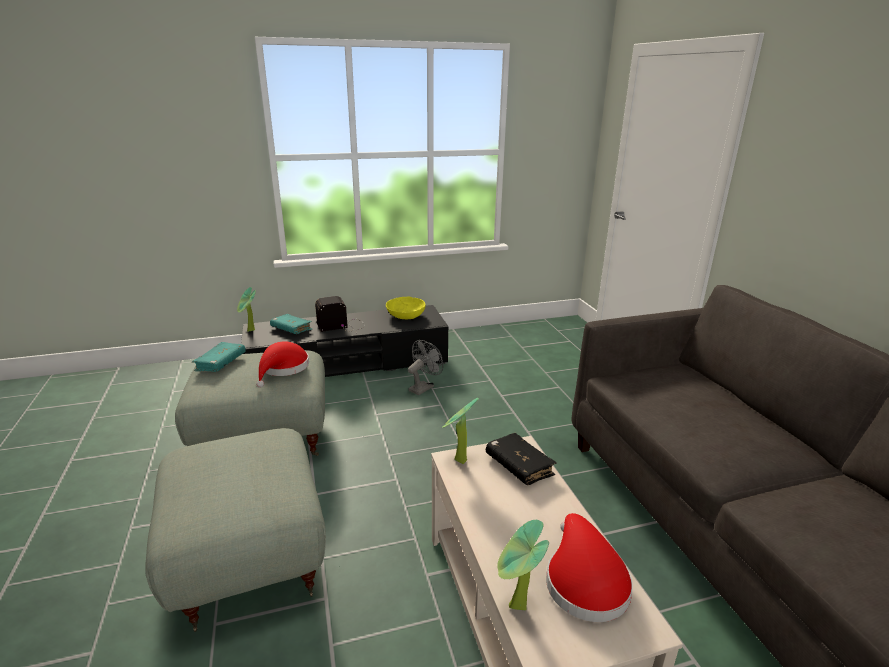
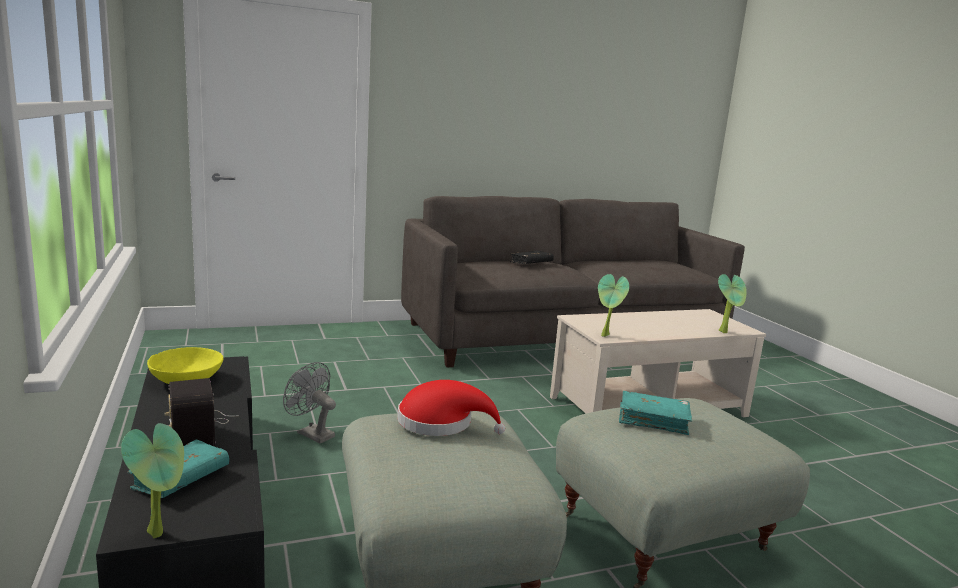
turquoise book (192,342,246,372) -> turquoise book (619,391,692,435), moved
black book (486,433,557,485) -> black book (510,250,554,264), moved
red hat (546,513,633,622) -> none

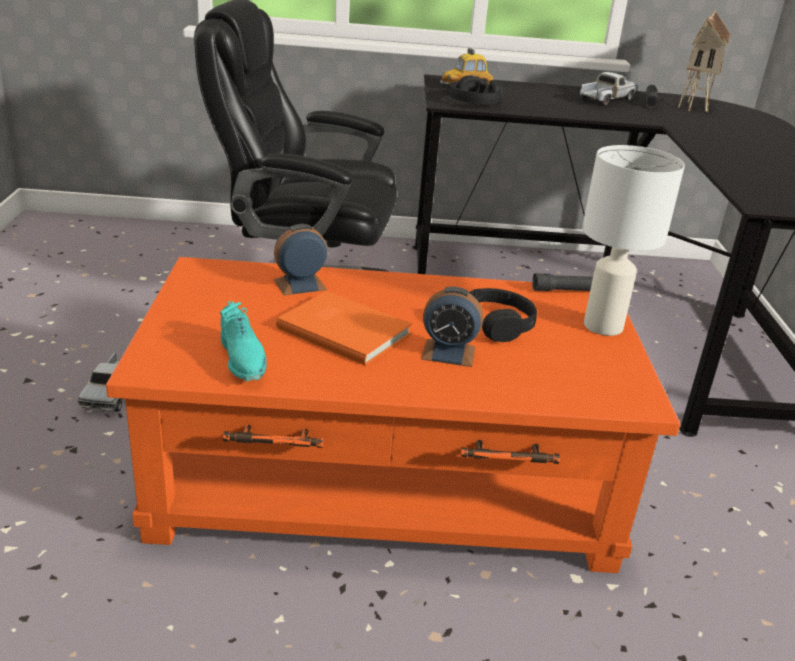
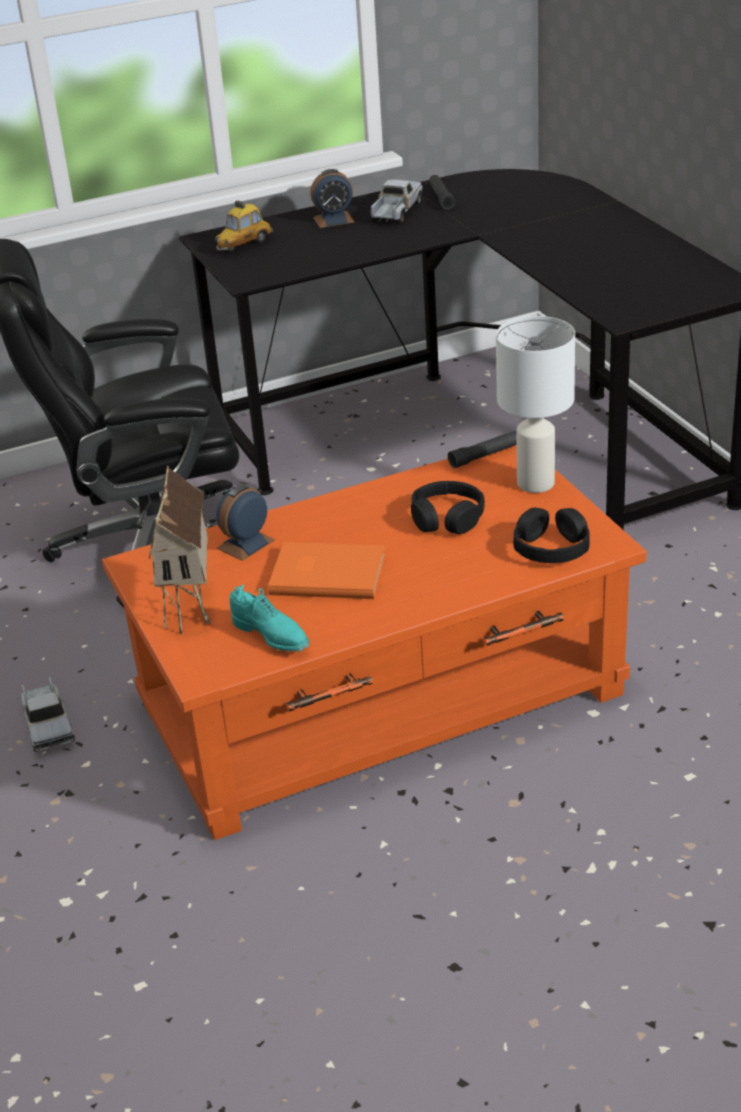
toy house (678,10,731,112) -> toy house (149,465,211,634), moved
black headphones (449,75,503,104) -> black headphones (513,508,590,563), moved
alarm clock (421,287,483,367) -> alarm clock (310,169,355,228), moved

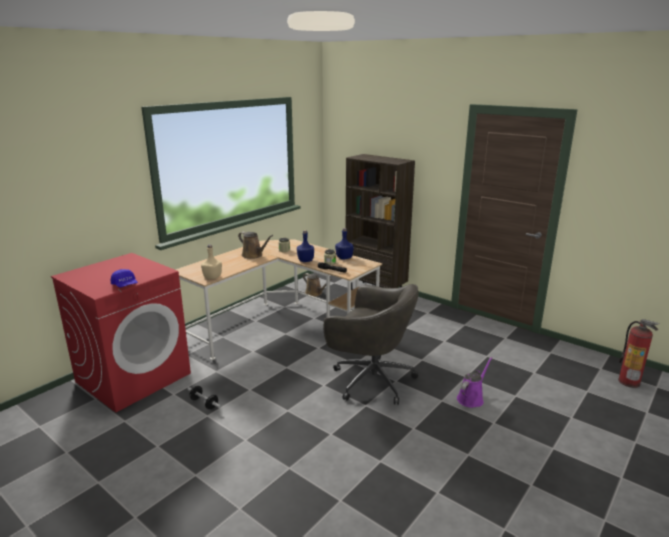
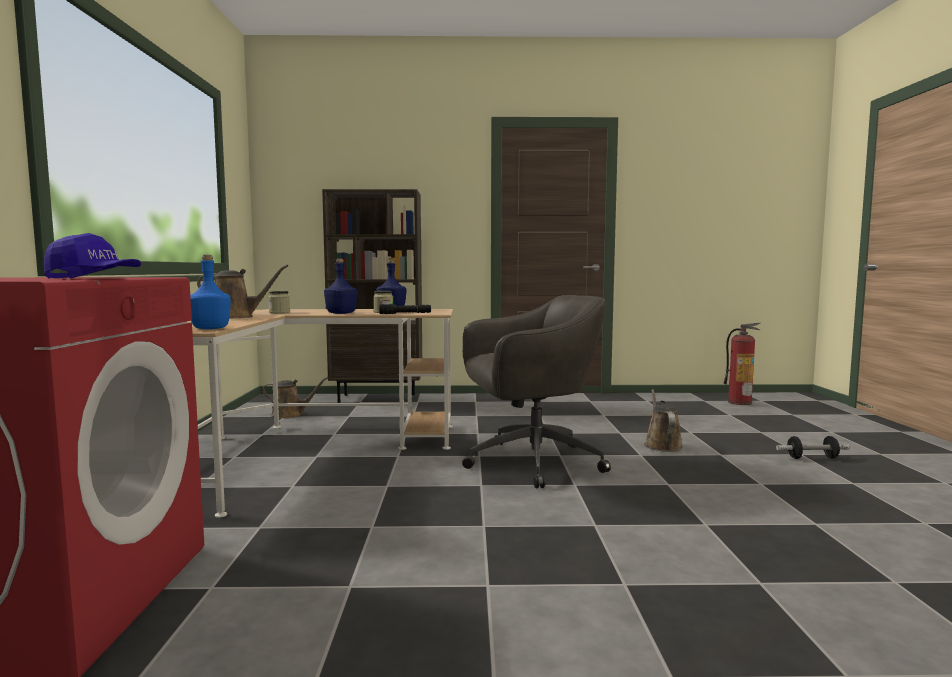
beige bottle (201,245,222,279) -> blue bottle (190,255,231,329)
purple watering can (457,357,492,408) -> brown watering can (644,389,683,452)
dumbbell (187,386,221,409) -> dumbbell (776,436,850,459), moved

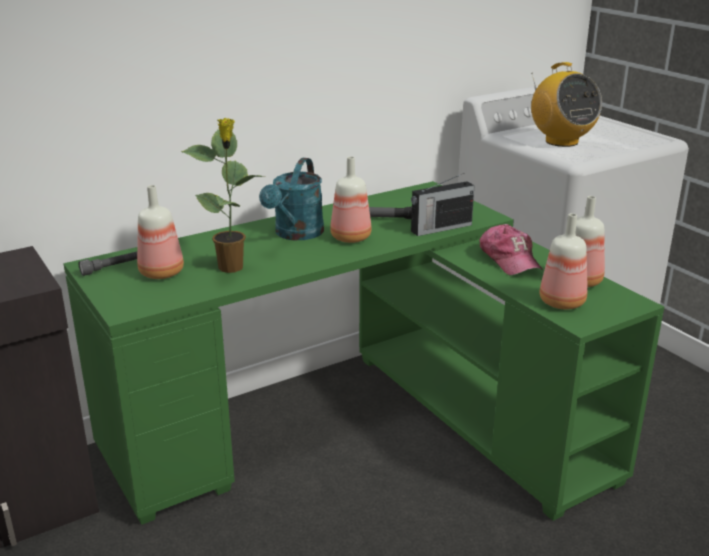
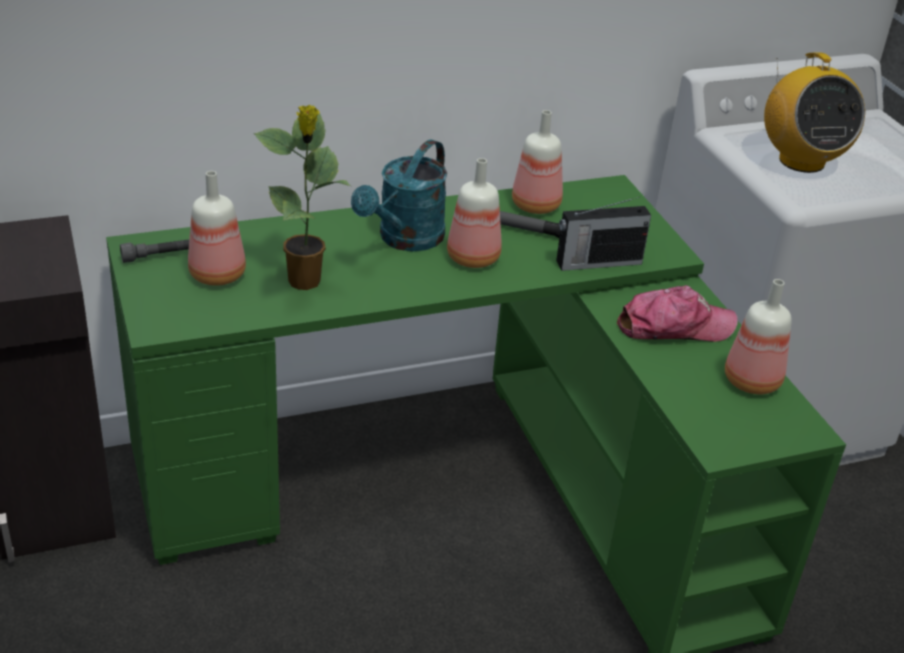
bottle (540,213,588,309) -> bottle (512,110,563,214), moved
cap (479,224,543,275) -> cap (617,285,738,342), 90 degrees counterclockwise

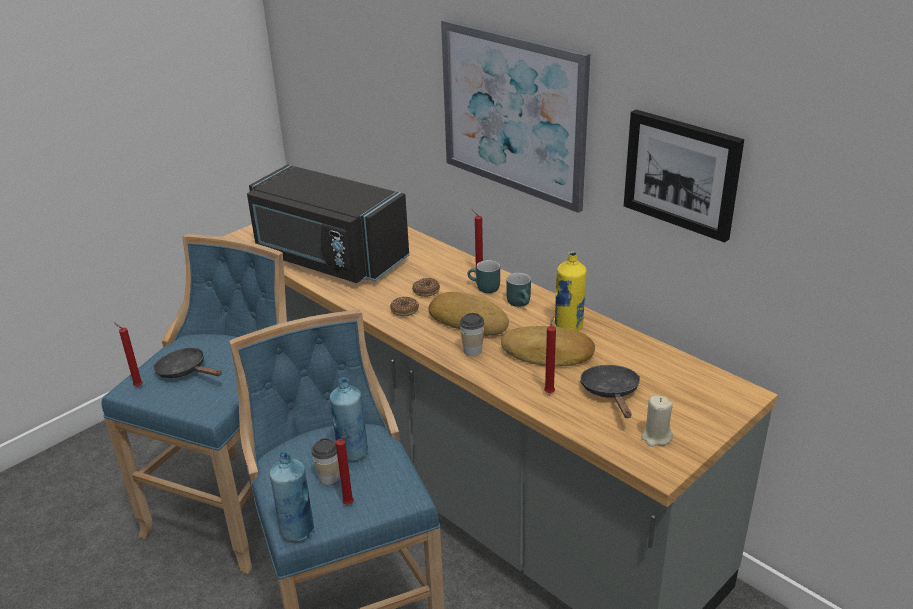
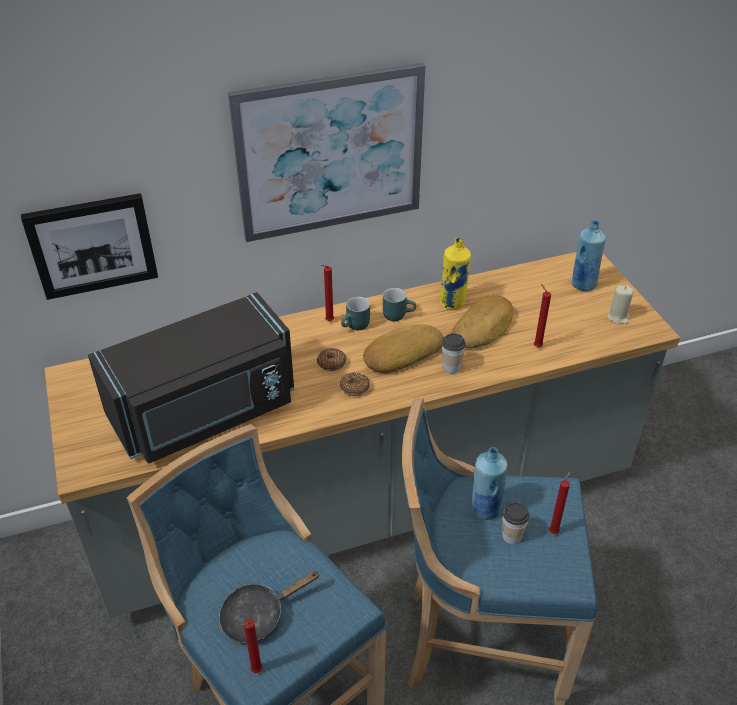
picture (624,110,744,243) -> picture (21,193,158,300), moved
black frying pan (580,365,640,418) -> none
blue bottle (269,450,314,542) -> blue bottle (572,220,606,291), moved

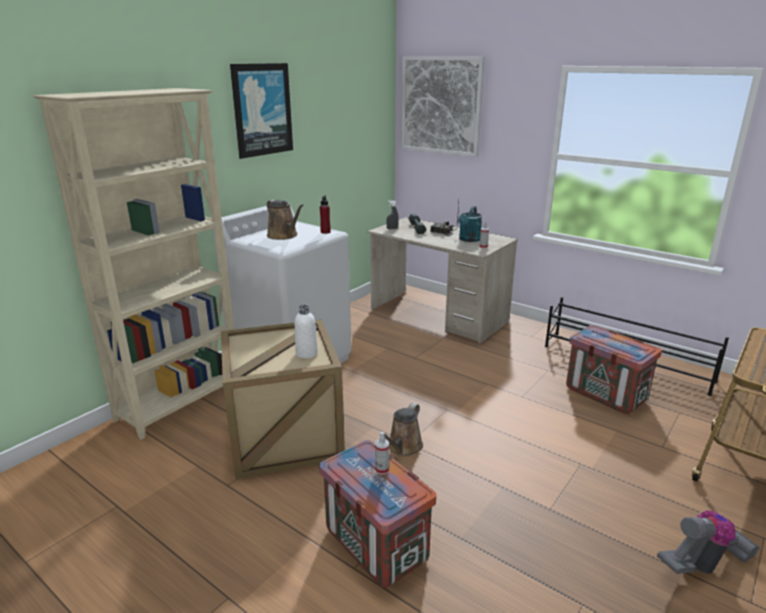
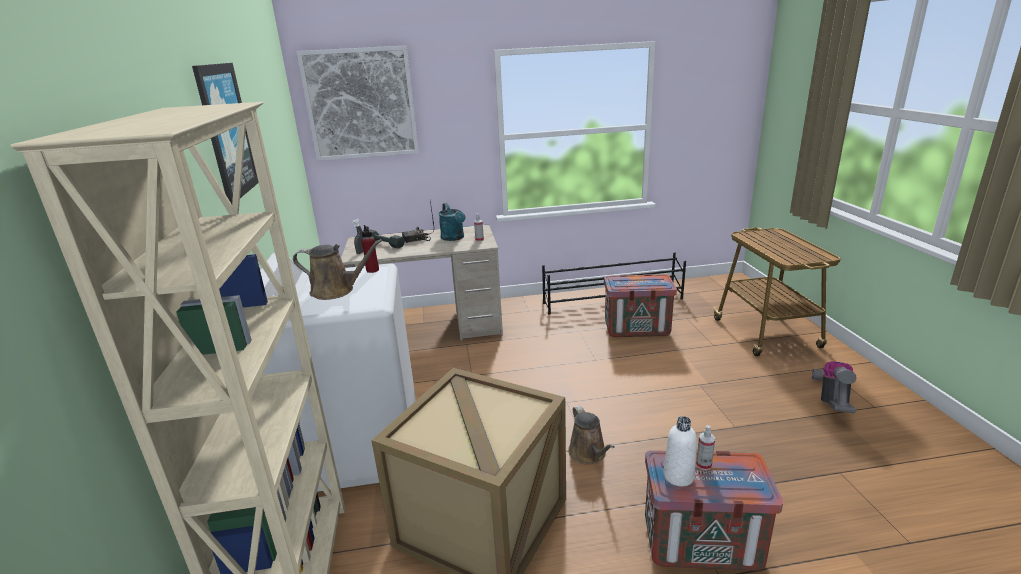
white bottle (295,305,318,359) -> white bottle (663,416,697,487), moved

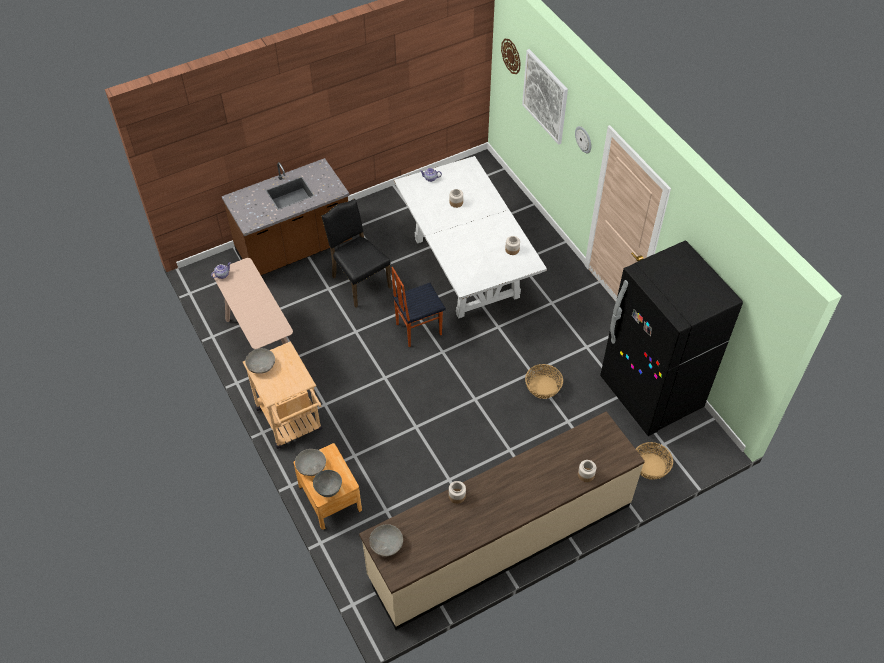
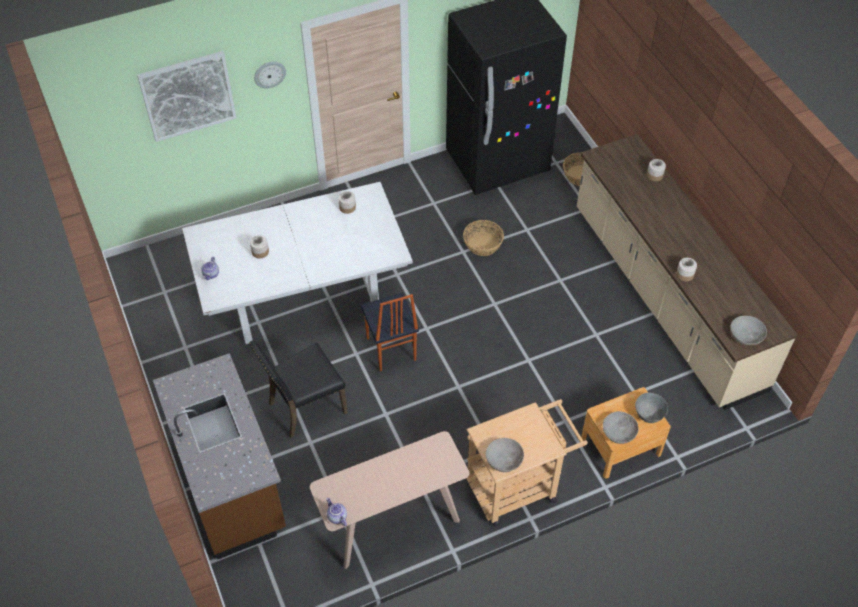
wall clock (501,39,521,74) -> none

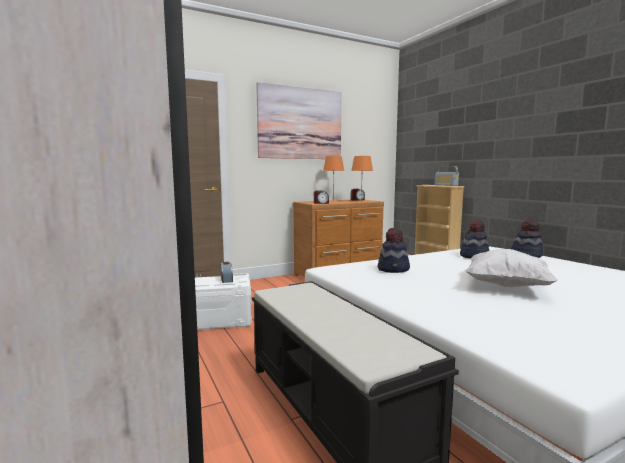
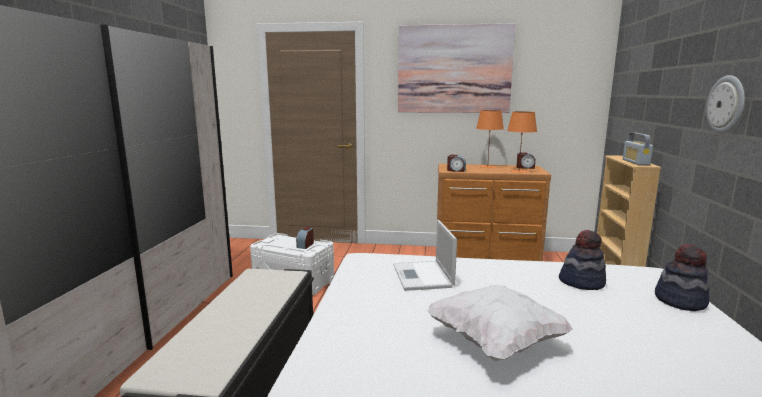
hat (378,227,410,273) -> laptop (393,220,457,291)
none -> wall clock (706,75,745,134)

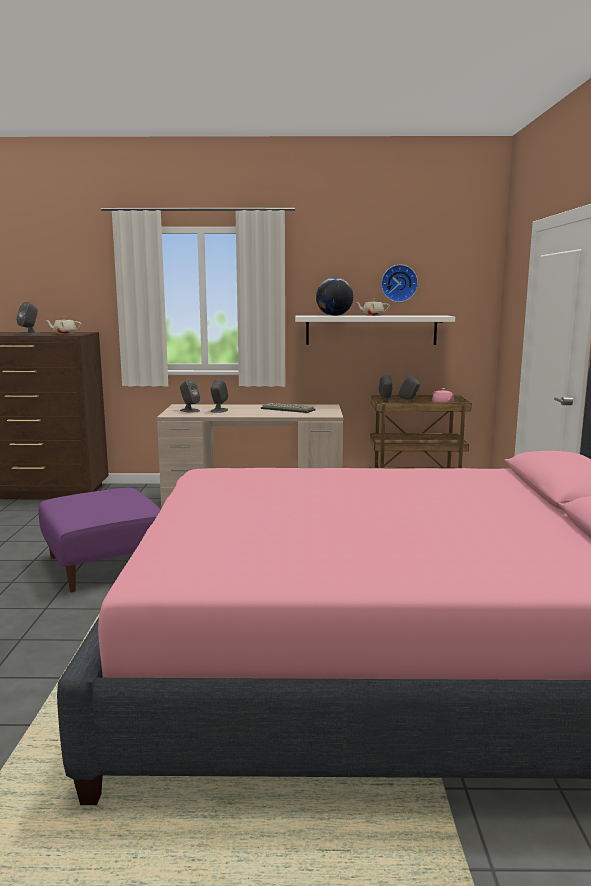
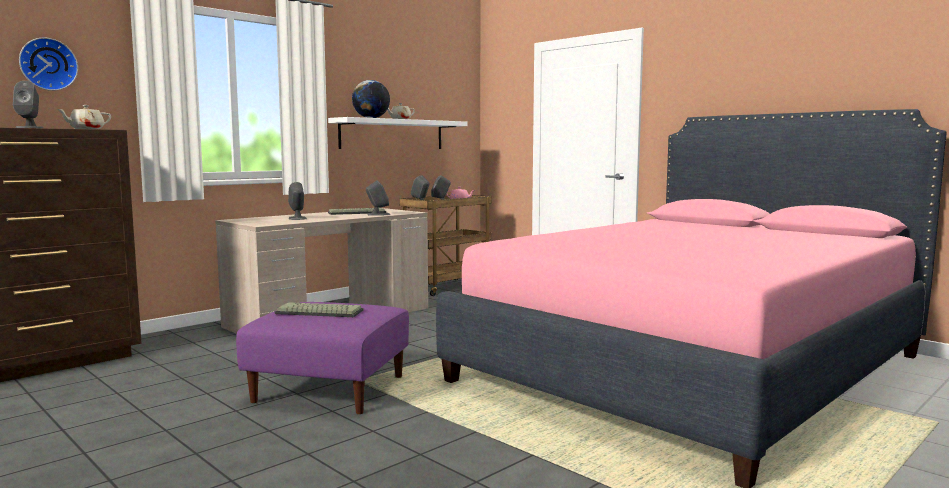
wall clock (381,265,418,302) -> wall clock (19,38,78,91), moved
grey speaker (180,379,200,413) -> grey speaker (366,180,390,216), moved
none -> keyboard (275,302,363,317)

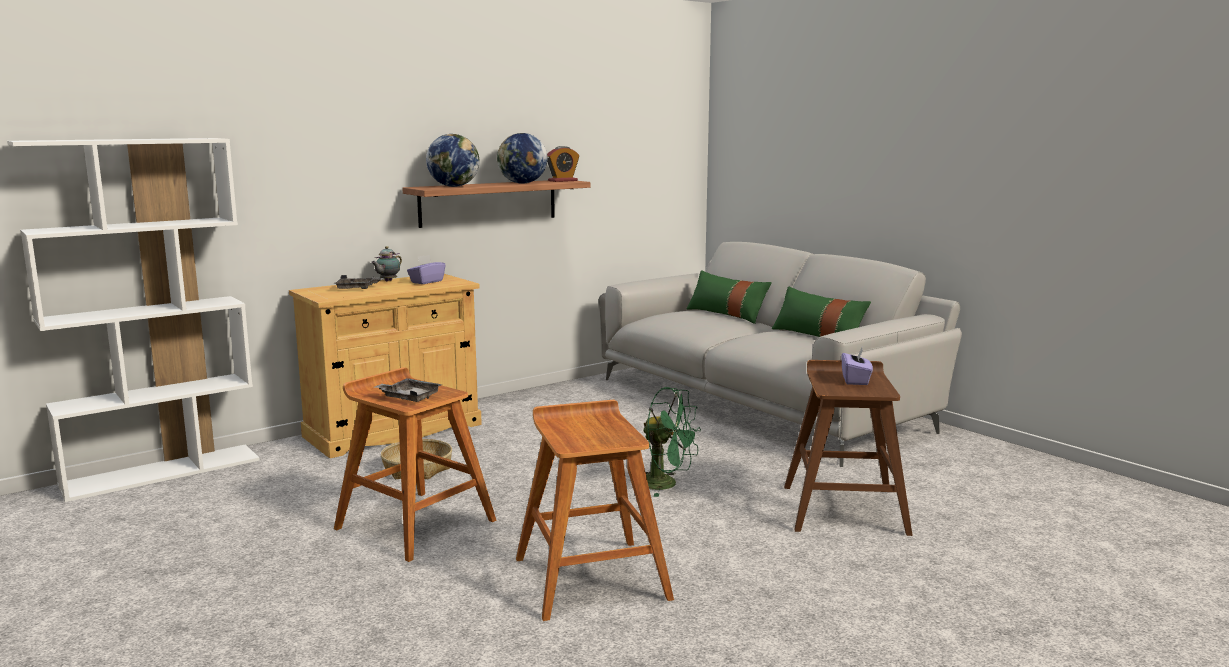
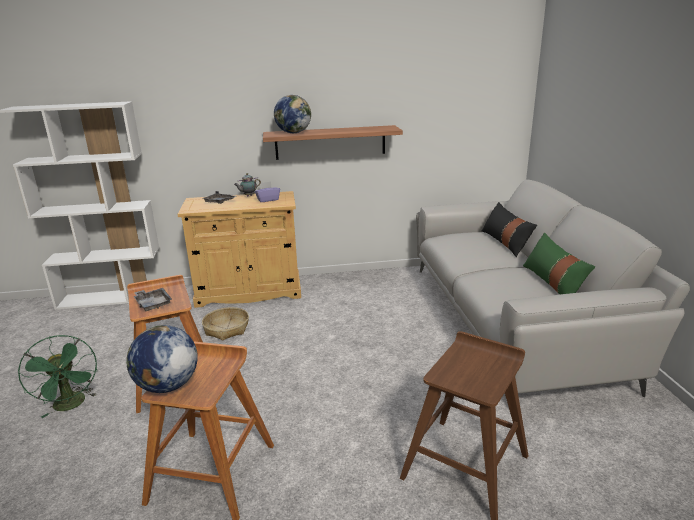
globe (497,133,547,184) -> globe (126,325,198,393), moved
alarm clock (547,146,579,182) -> none
green pillow (686,270,772,324) -> black pillow (482,202,537,257)
purple tissue box (842,348,873,385) -> none
green fan (644,387,701,497) -> green fan (18,335,97,418), moved

